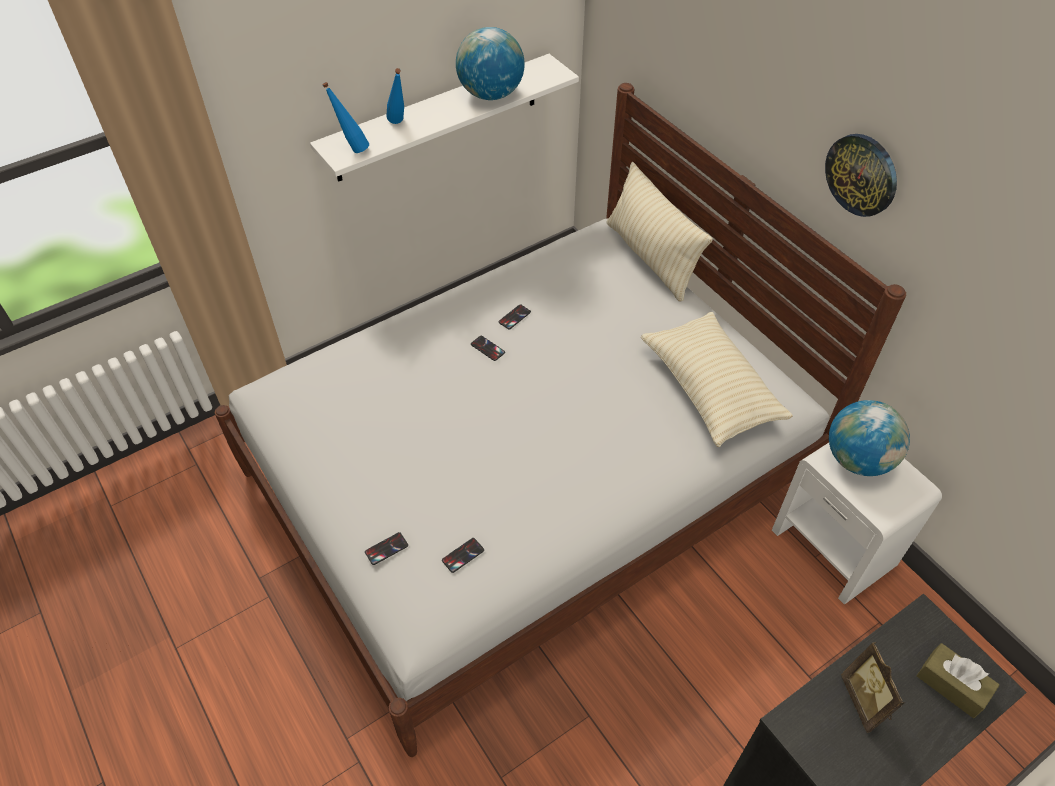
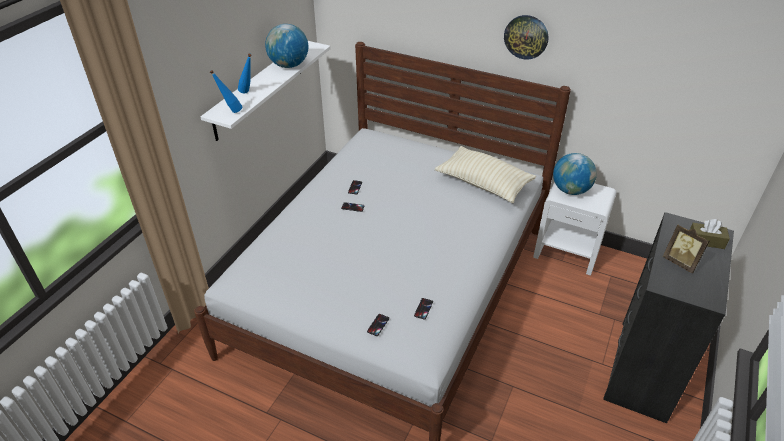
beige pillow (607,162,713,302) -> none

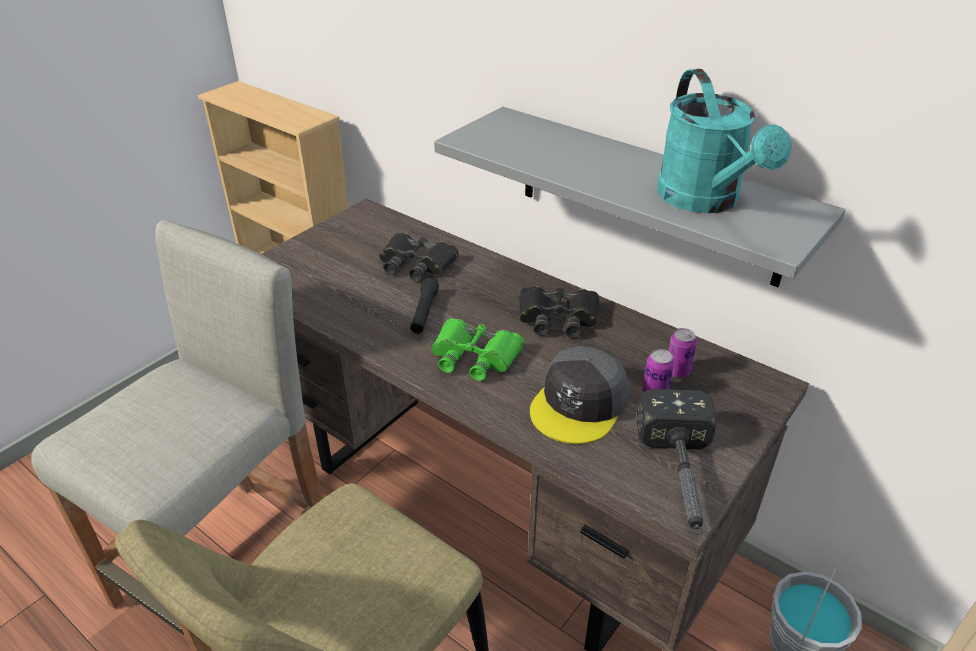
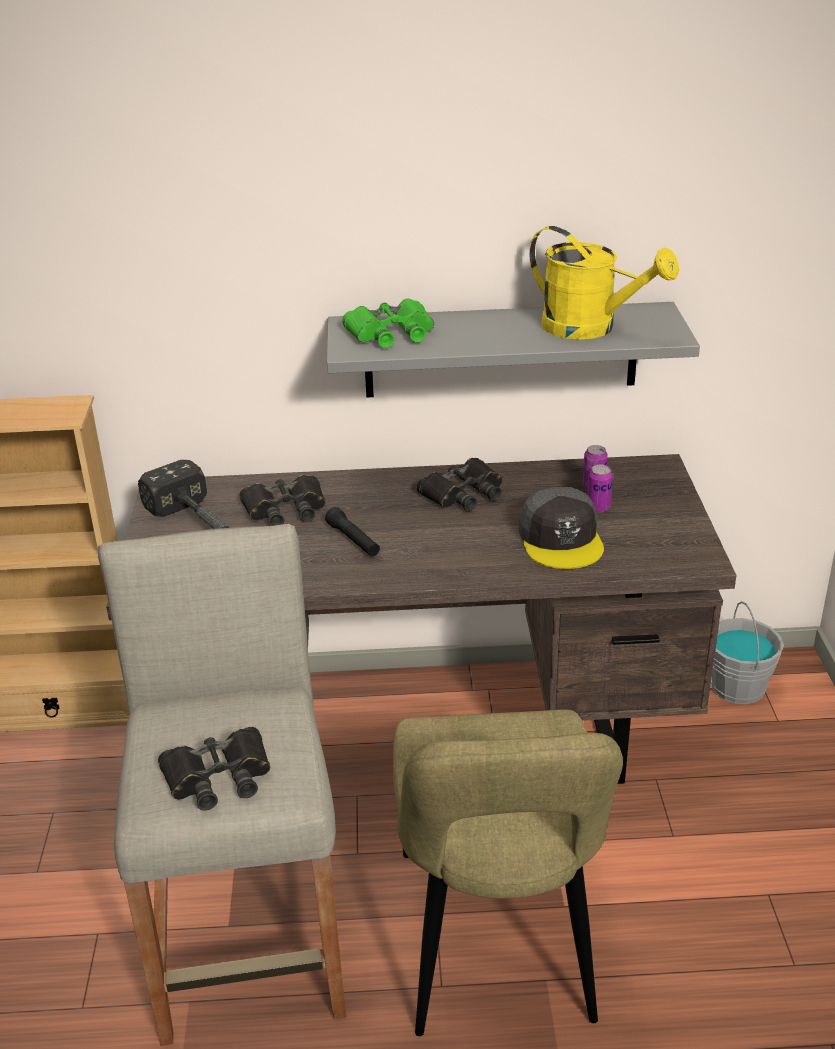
turquoise watering can (657,69,792,213) -> yellow watering can (529,226,679,340)
green binoculars (431,318,524,381) -> green binoculars (342,298,434,348), moved
hammer (637,389,716,535) -> hammer (138,460,230,529), moved
none -> black binoculars (158,727,270,810)

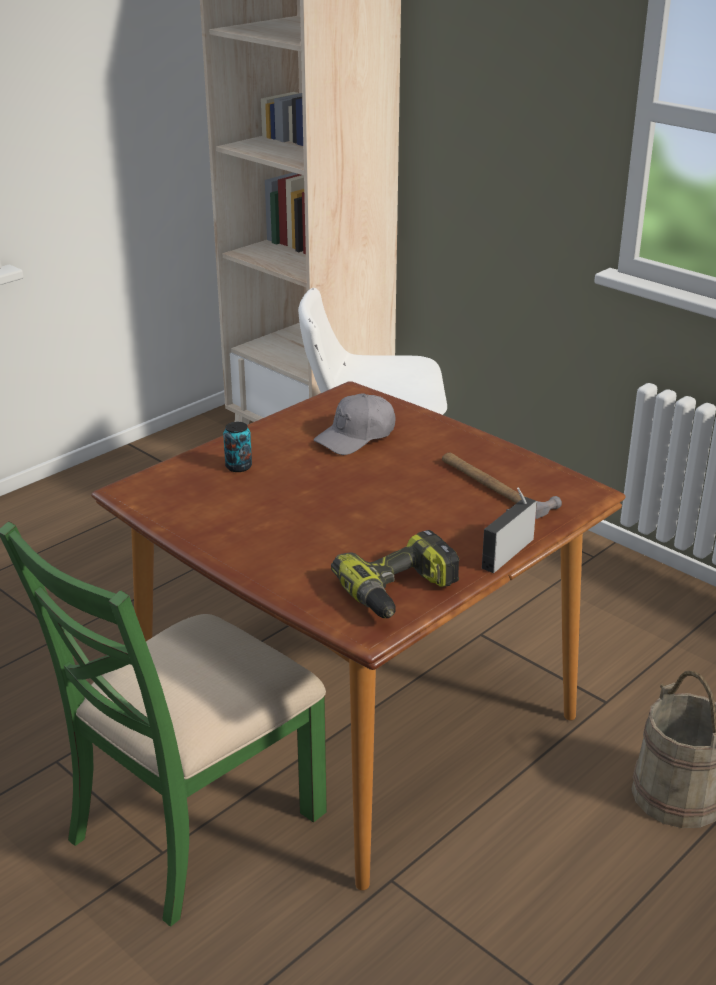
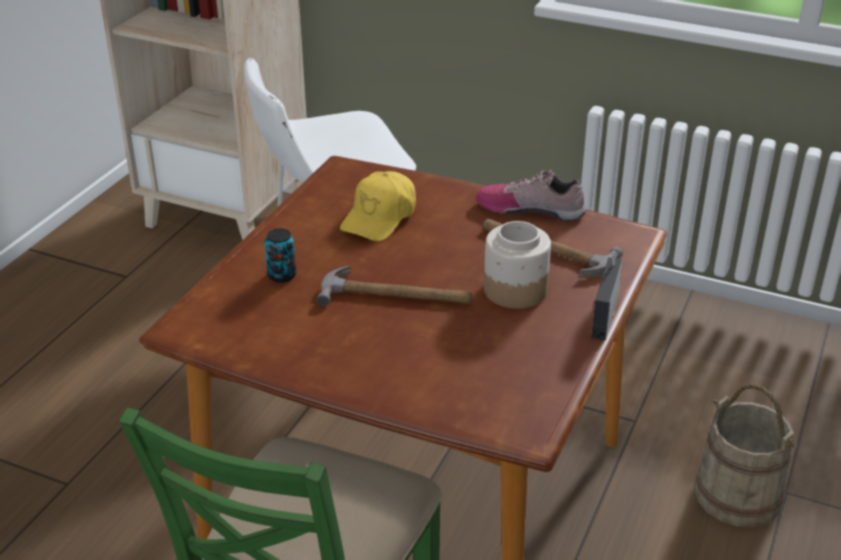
grey cap (313,393,395,455) -> yellow cap (340,171,416,241)
power drill (331,530,459,618) -> none
none -> shoe (475,170,586,221)
none -> jar (484,221,551,309)
none -> hammer (317,266,473,306)

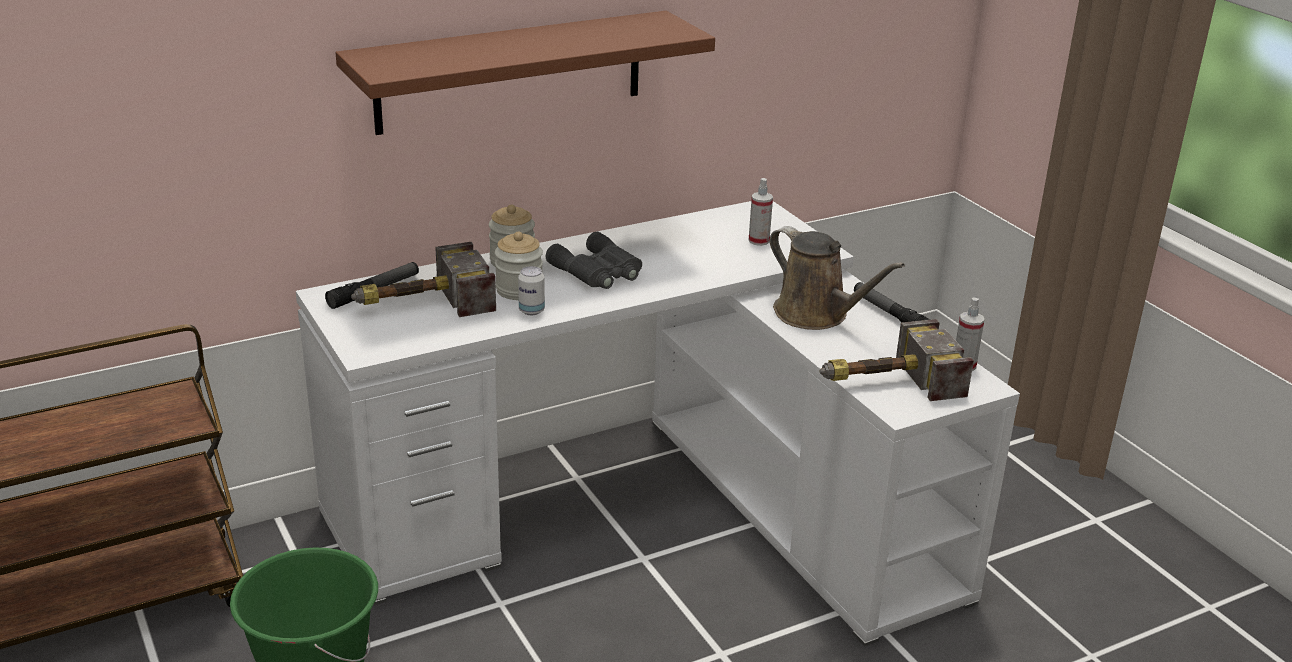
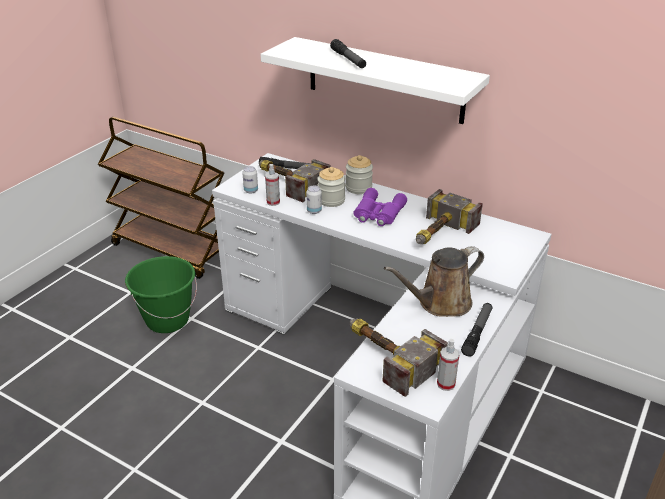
brown shelf (335,11,715,135) -> white shelf (261,37,490,124)
spray bottle (749,178,773,246) -> spray bottle (265,164,280,206), moved
brown watering can (769,226,905,330) -> brown watering can (384,246,484,317), 45 degrees clockwise
grey binoculars (545,232,642,289) -> purple binoculars (353,188,407,226)
none -> flashlight (330,39,366,68)
none -> can (242,166,258,194)
none -> hammer (416,189,483,244)

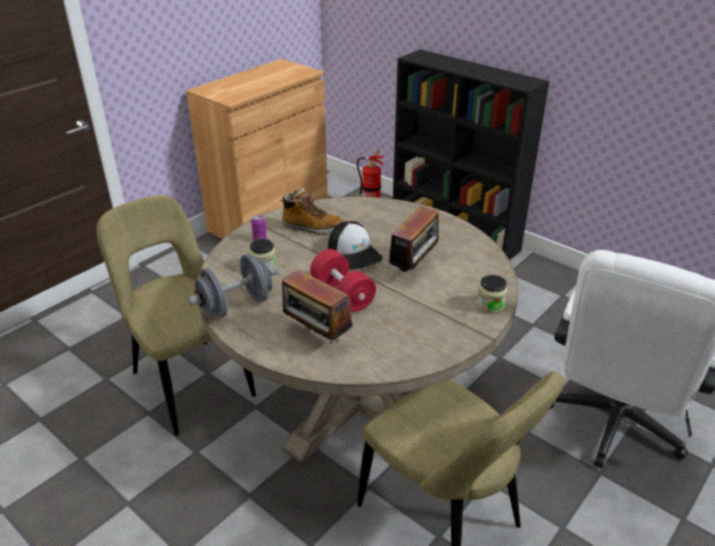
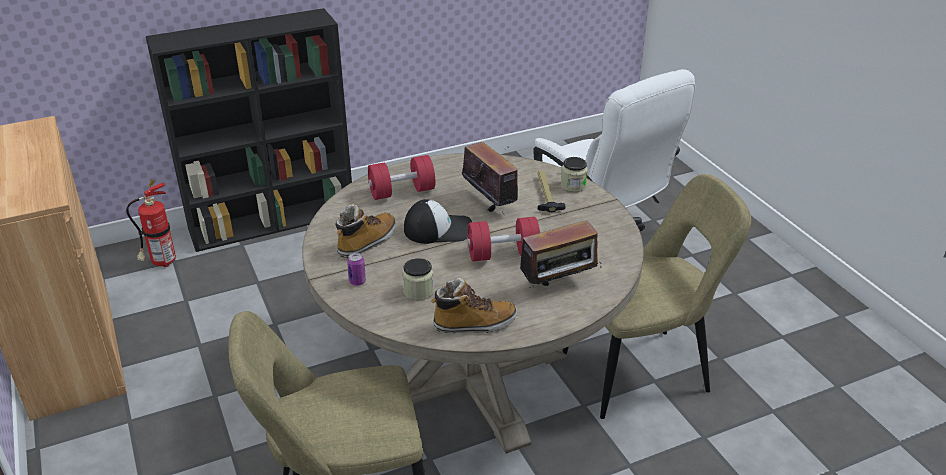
grey dumbbell (188,254,277,318) -> boot (431,278,517,333)
none -> red dumbbell (368,155,436,200)
none -> hammer (537,171,565,212)

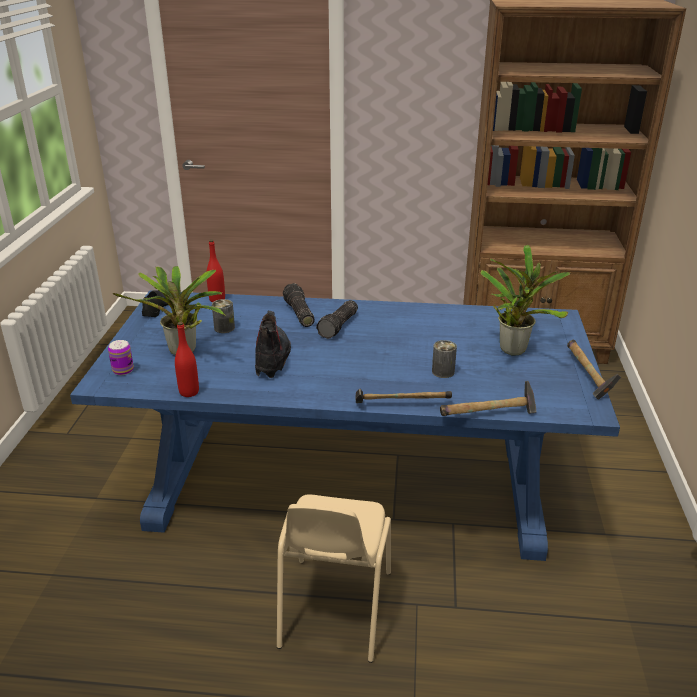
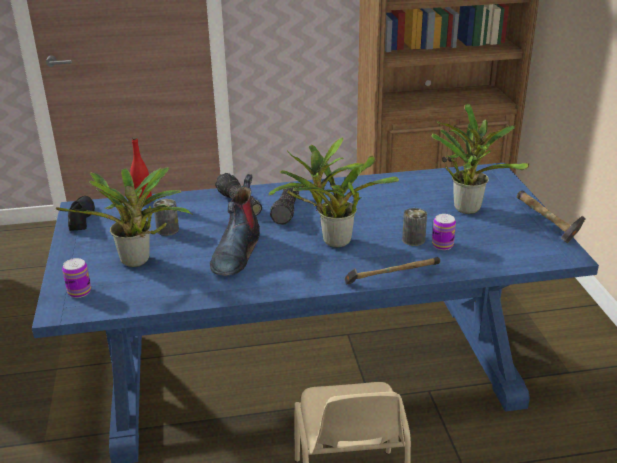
boot (255,311,291,378) -> boot (210,174,260,276), 150 degrees counterclockwise
red bottle (175,322,199,397) -> none
hammer (440,381,537,416) -> none
none -> potted plant (269,137,399,248)
none -> can (432,214,456,250)

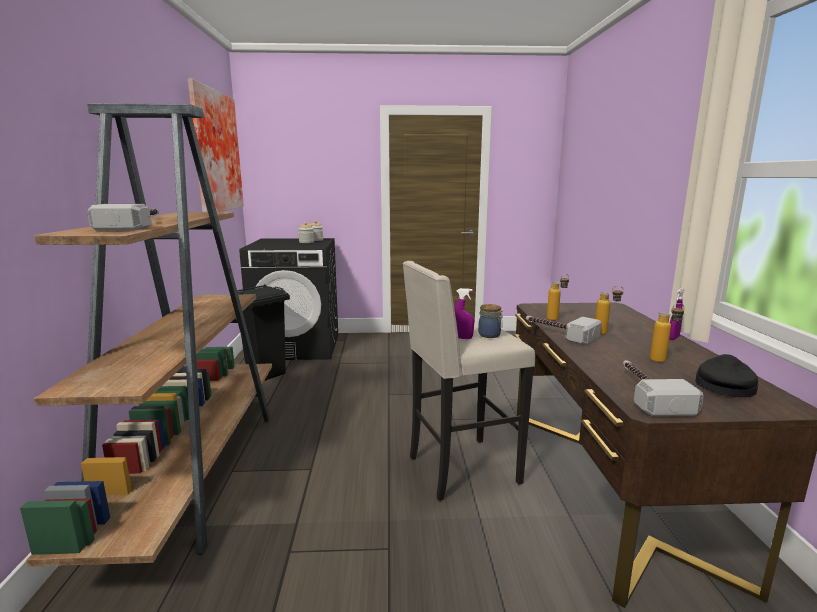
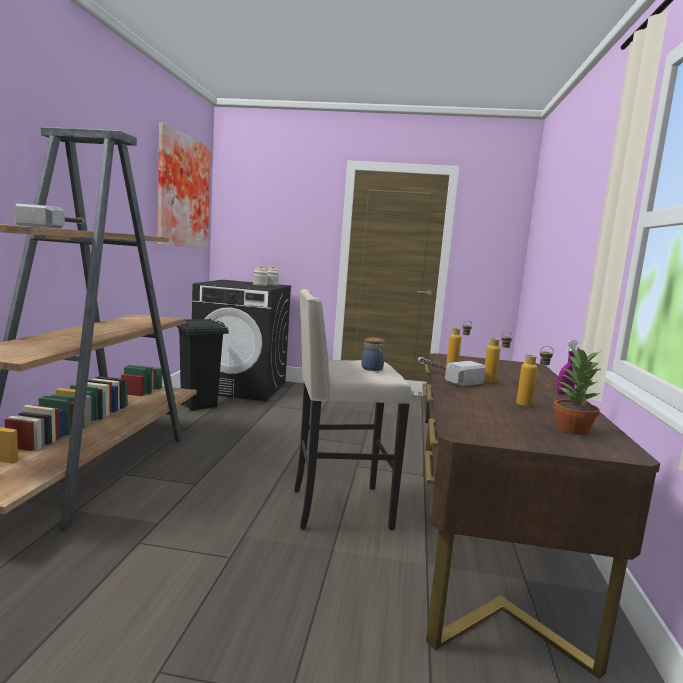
purple spray bottle (454,288,474,339) -> none
black cap (695,354,758,397) -> potted plant (554,347,601,435)
hammer (623,360,704,416) -> none

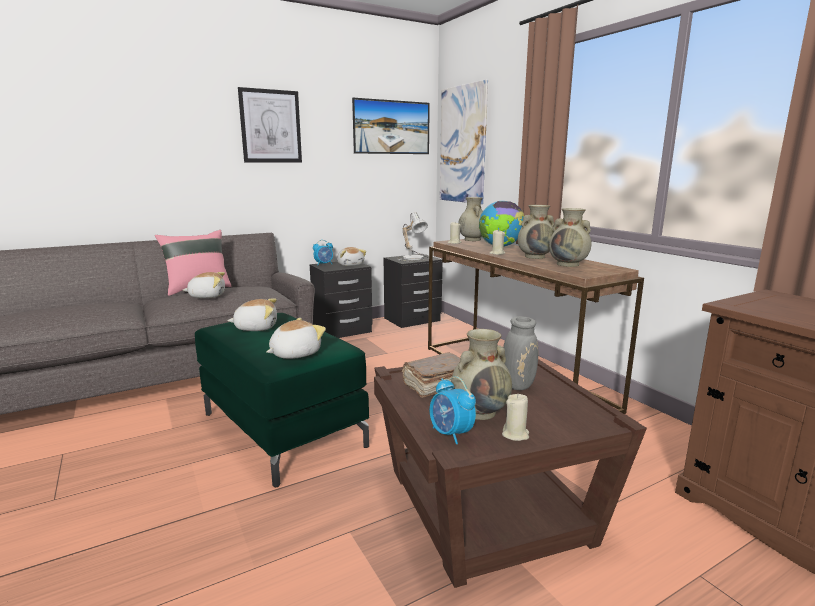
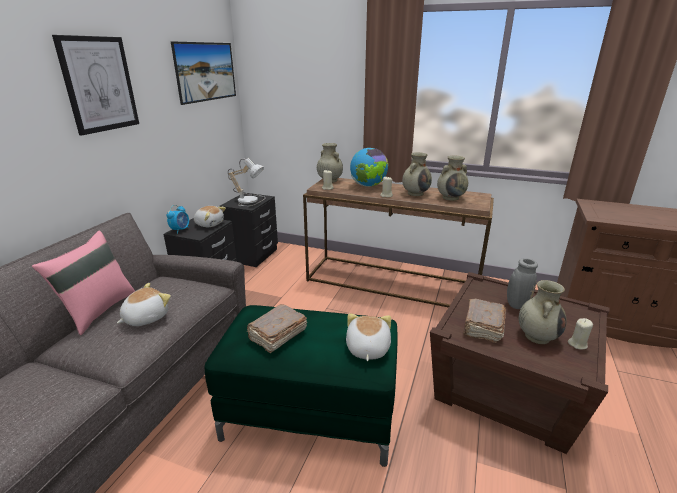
picture (440,79,488,204) -> none
plush toy (227,298,277,331) -> brown book (247,304,307,353)
alarm clock (430,376,476,444) -> none

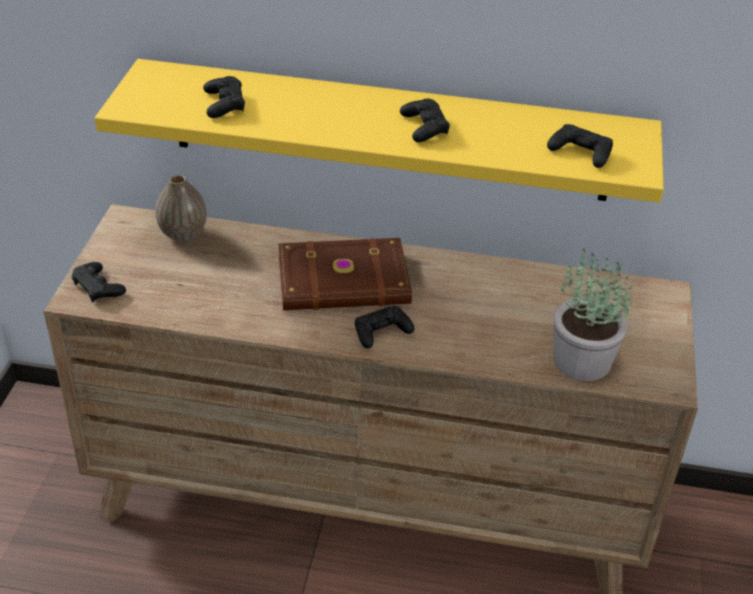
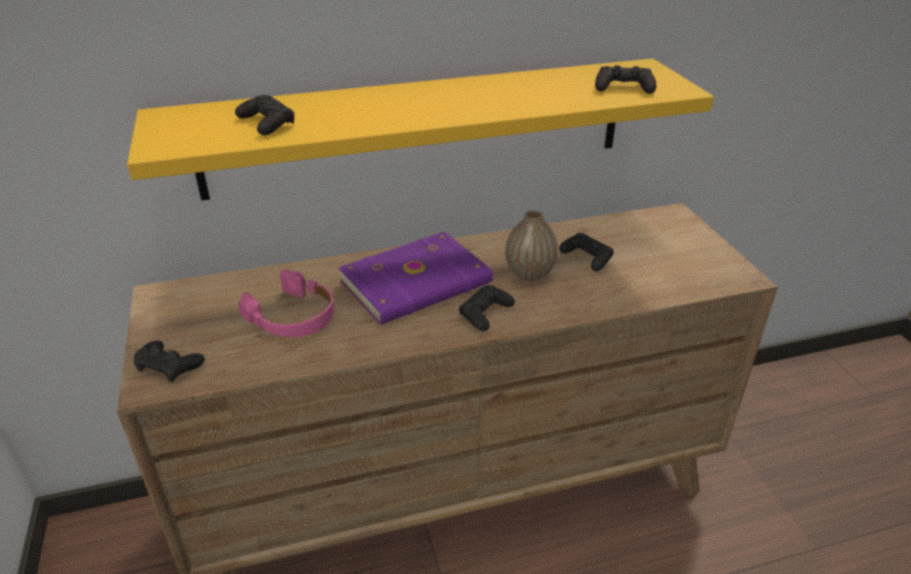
black game controller (400,98,450,142) -> black game controller (559,233,614,271), moved
vase (155,175,207,242) -> vase (505,210,558,281), moved
brown book (278,238,412,310) -> purple book (338,232,493,325)
potted plant (554,247,633,381) -> none
none -> pink headphones (238,270,334,337)

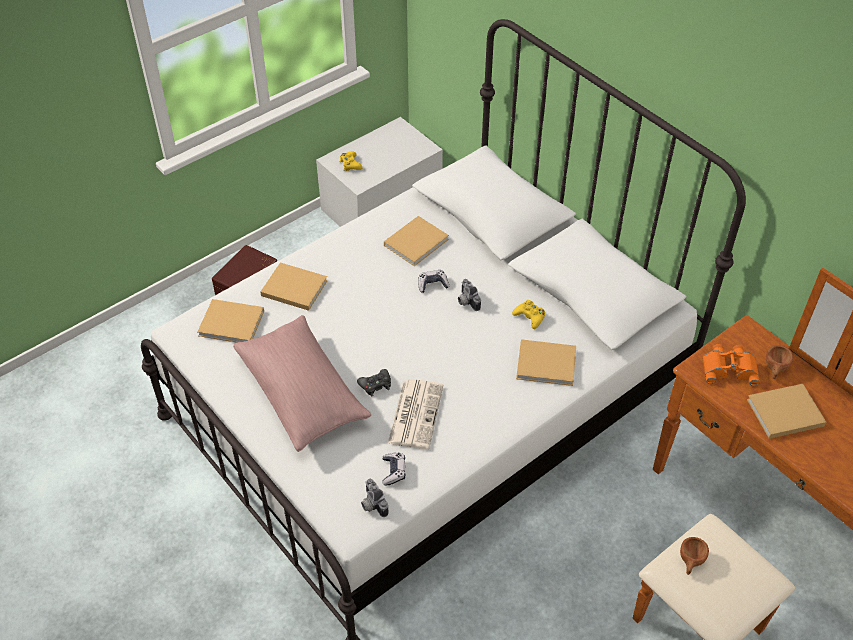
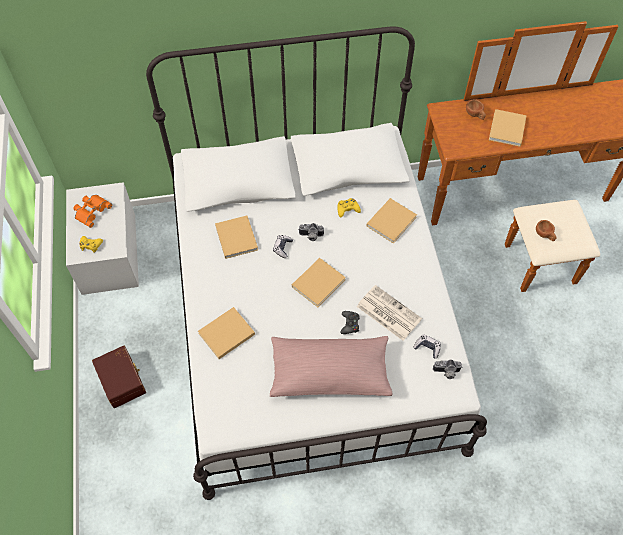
beige book (197,299,264,343) -> beige book (292,258,346,307), moved
orange binoculars (703,344,760,386) -> orange binoculars (73,195,112,228), moved

